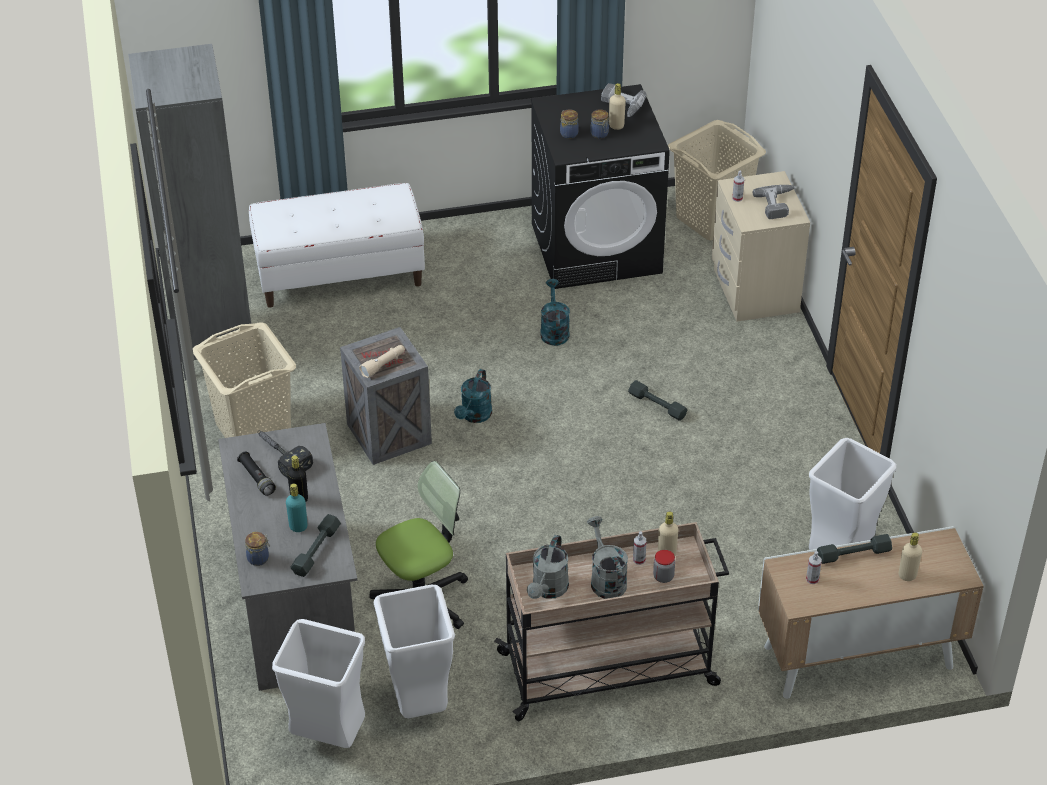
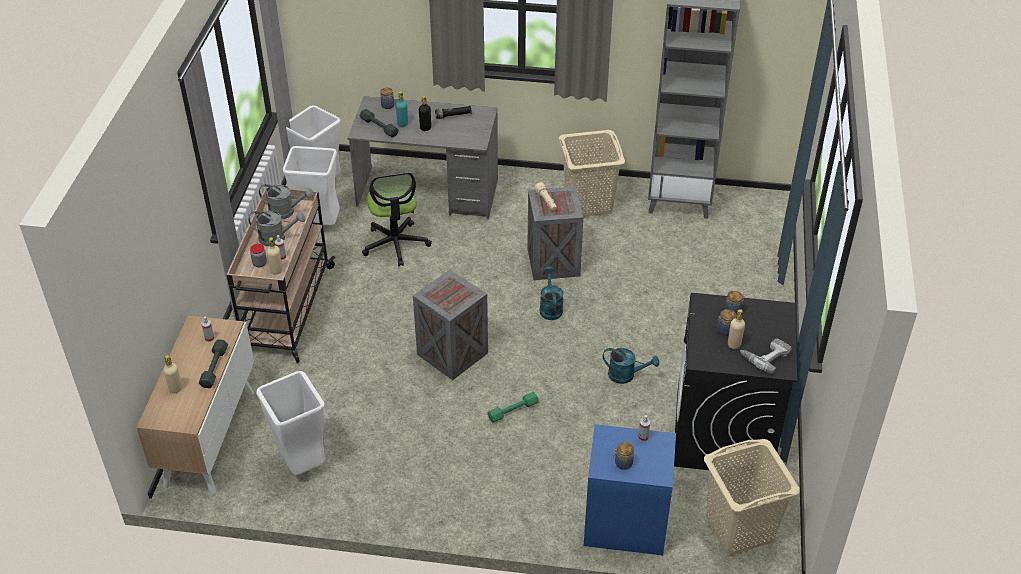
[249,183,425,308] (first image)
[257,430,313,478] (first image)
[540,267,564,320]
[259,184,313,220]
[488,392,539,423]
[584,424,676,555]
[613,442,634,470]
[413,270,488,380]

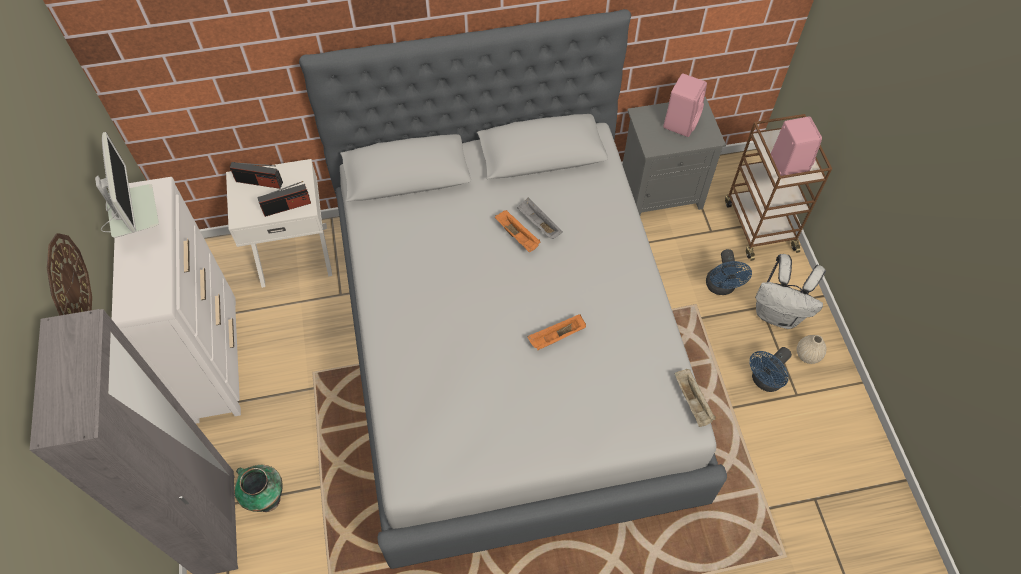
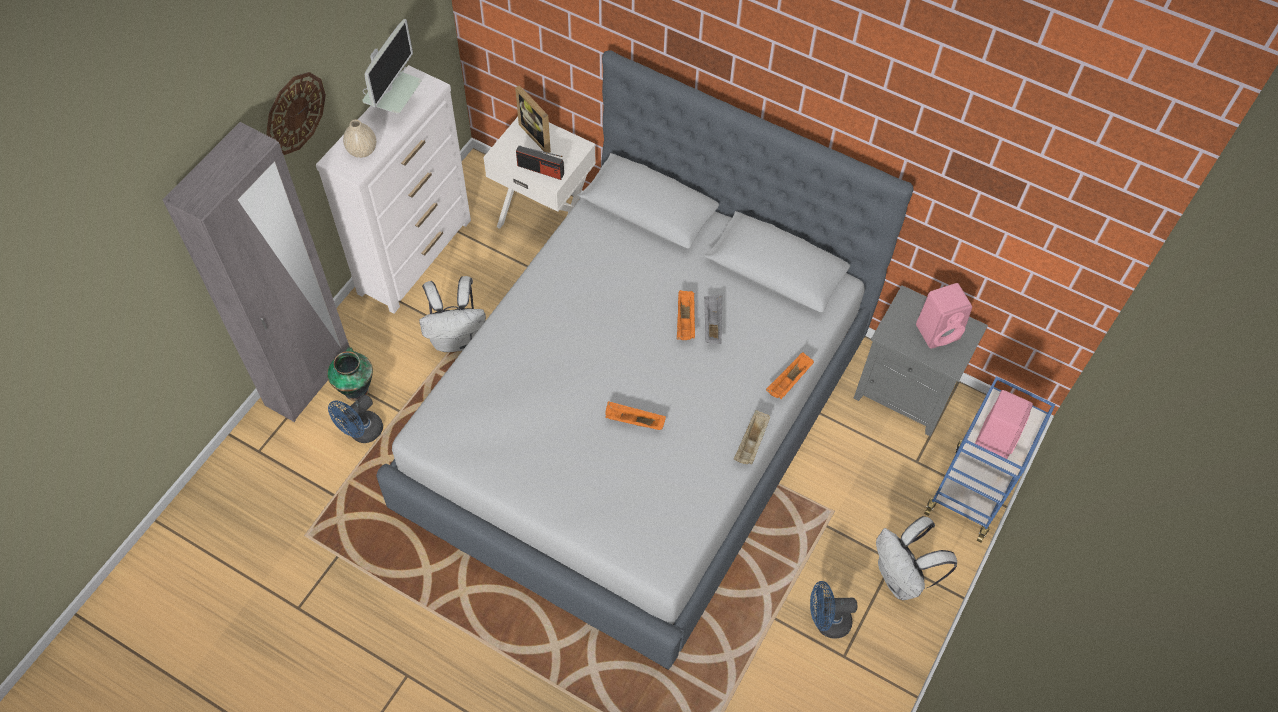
[515,85,551,153]
[734,410,770,465]
[328,394,383,443]
[924,376,1056,543]
[343,119,376,158]
[419,276,486,352]
[766,352,814,399]

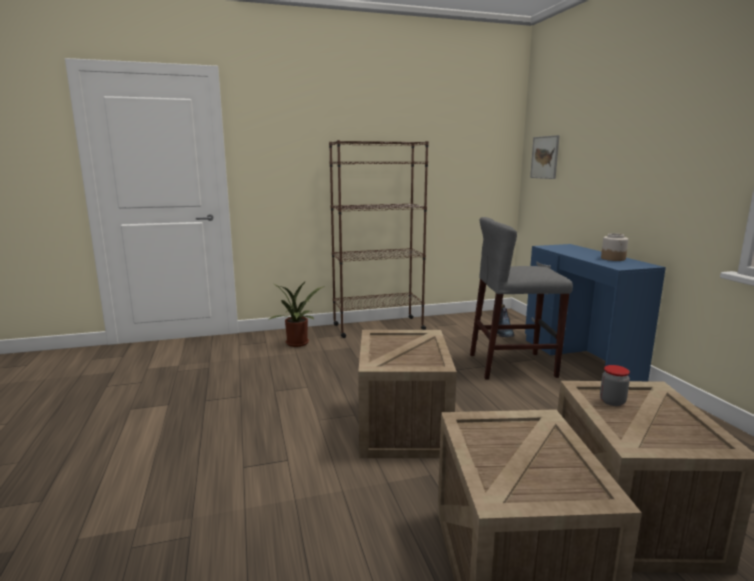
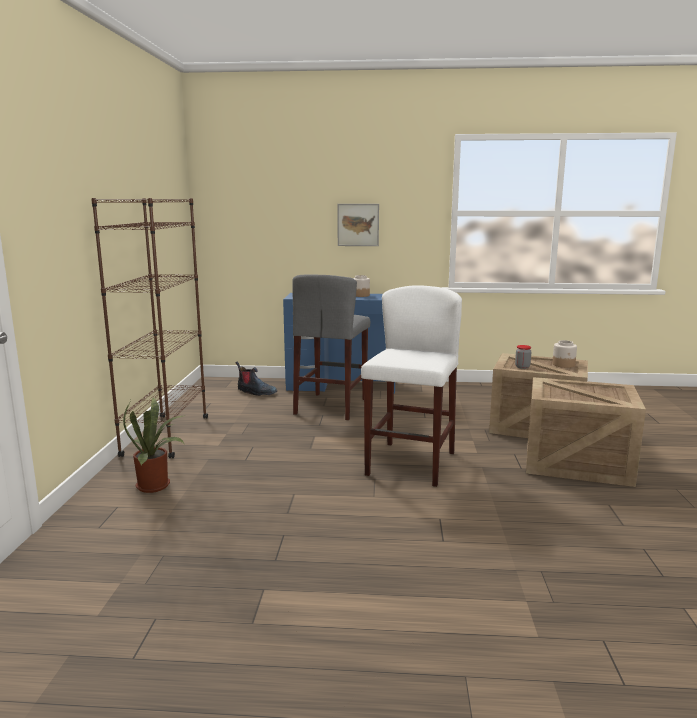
[361,285,462,487]
[337,204,379,246]
[552,340,577,368]

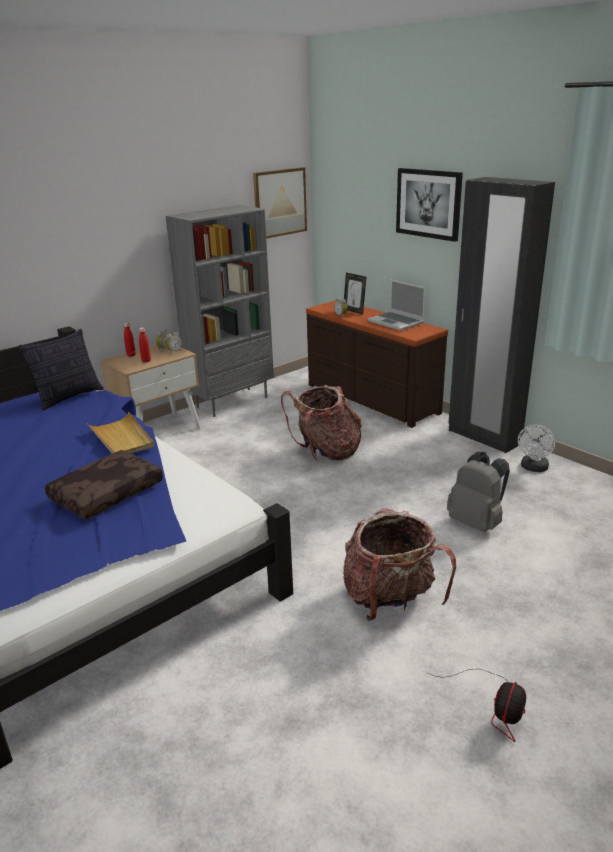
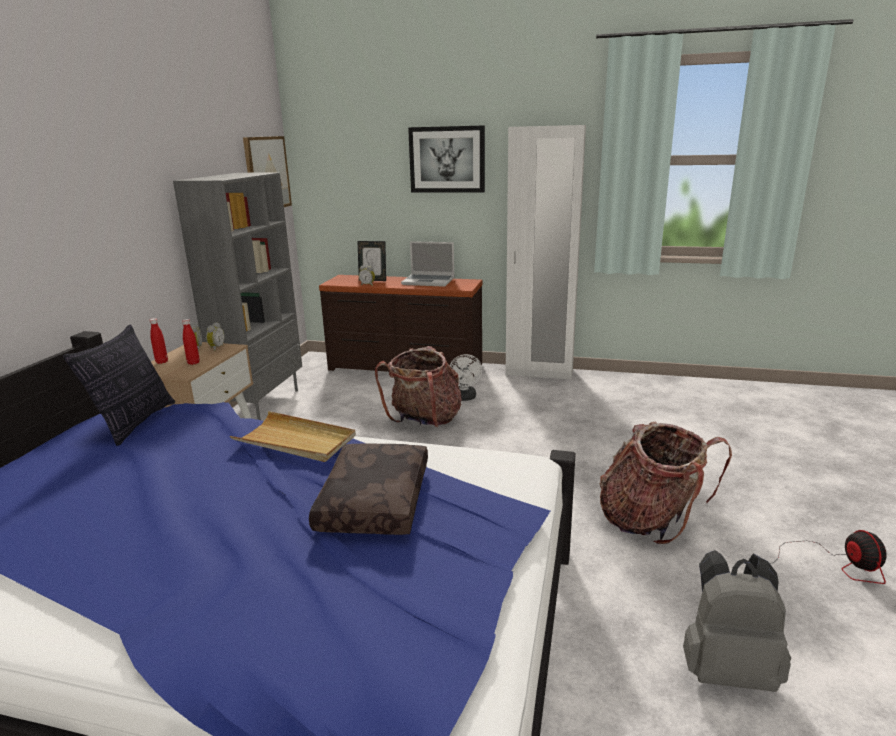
[683,550,792,692]
[506,125,586,380]
[449,354,482,401]

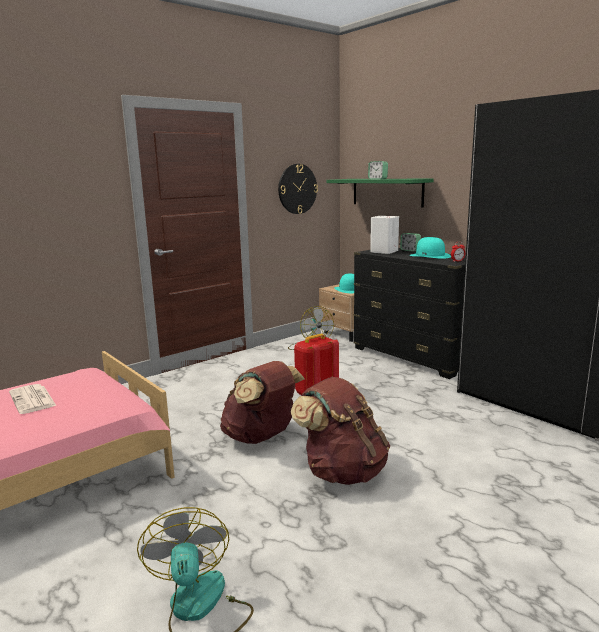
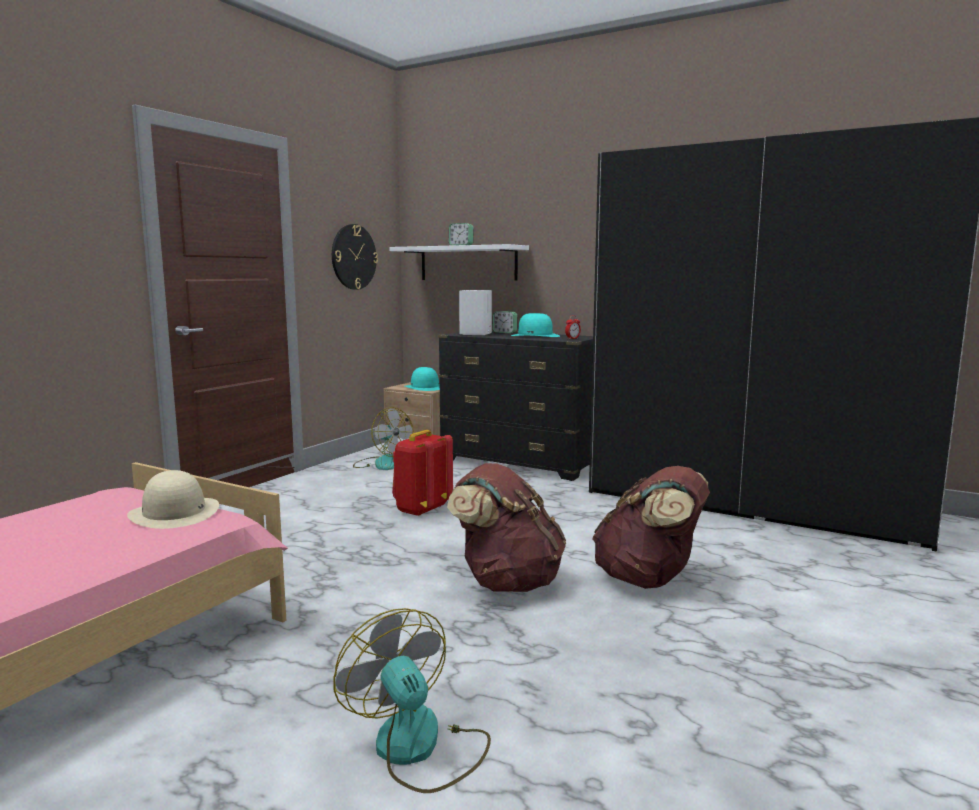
[9,384,57,414] (first image)
[592,466,710,589]
[389,244,529,281]
[127,470,219,529]

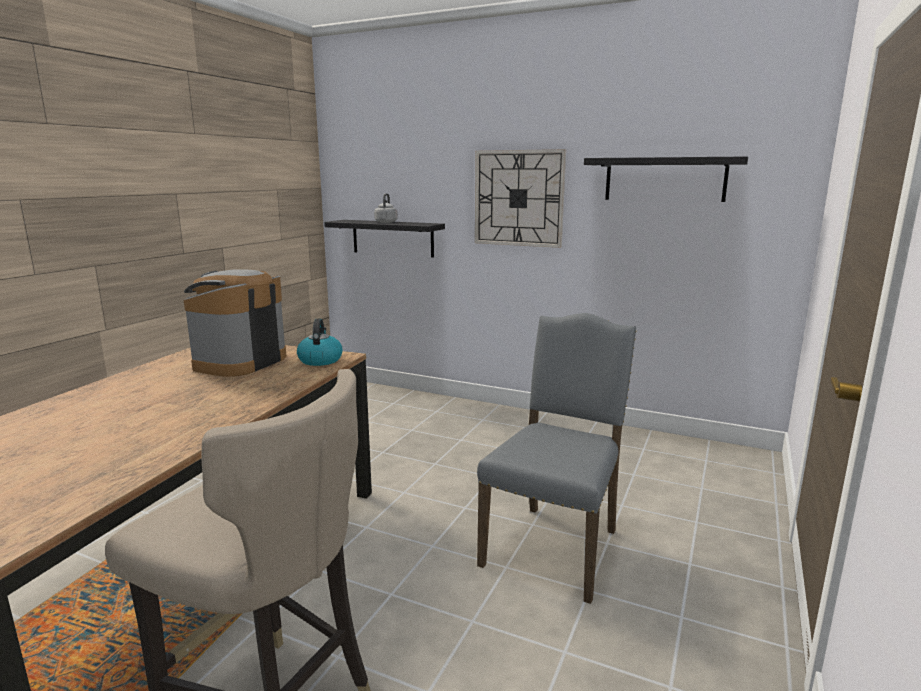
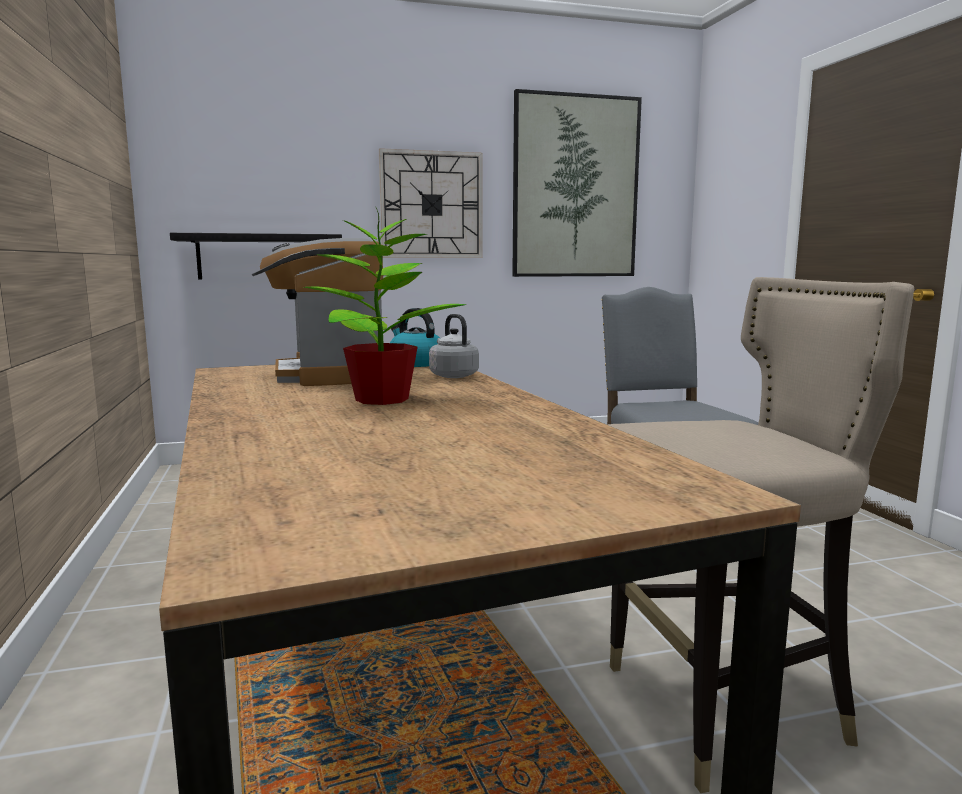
[429,314,479,378]
[512,89,642,277]
[304,206,467,405]

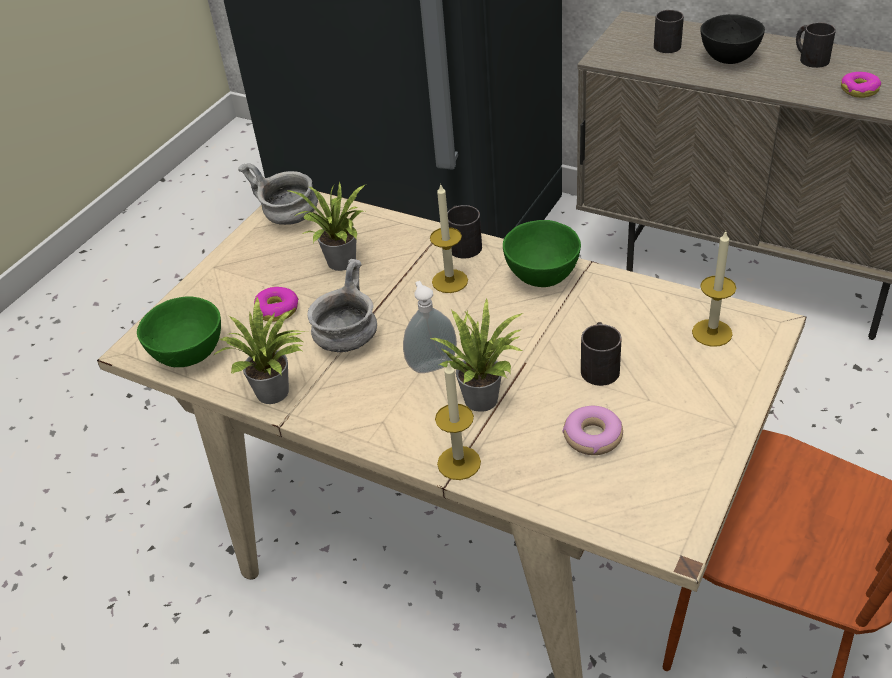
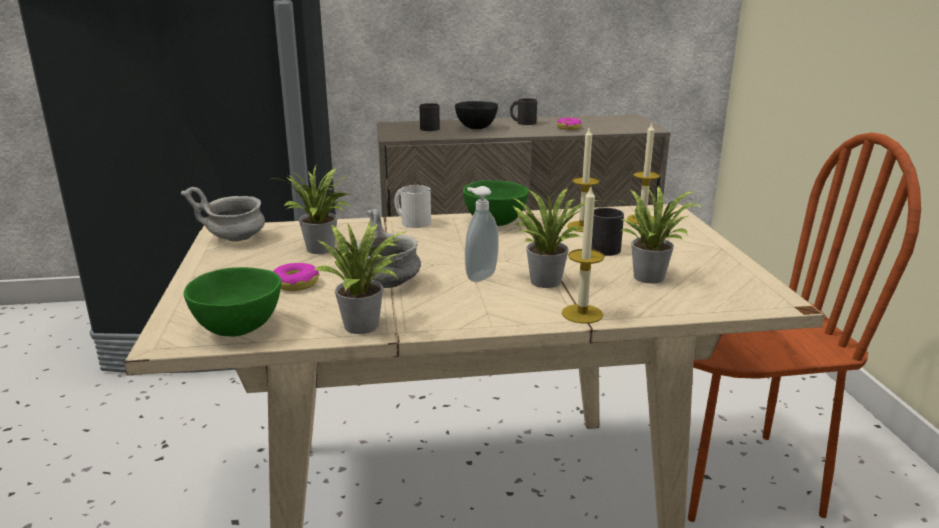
[567,126,600,232]
[394,185,431,228]
[619,185,704,283]

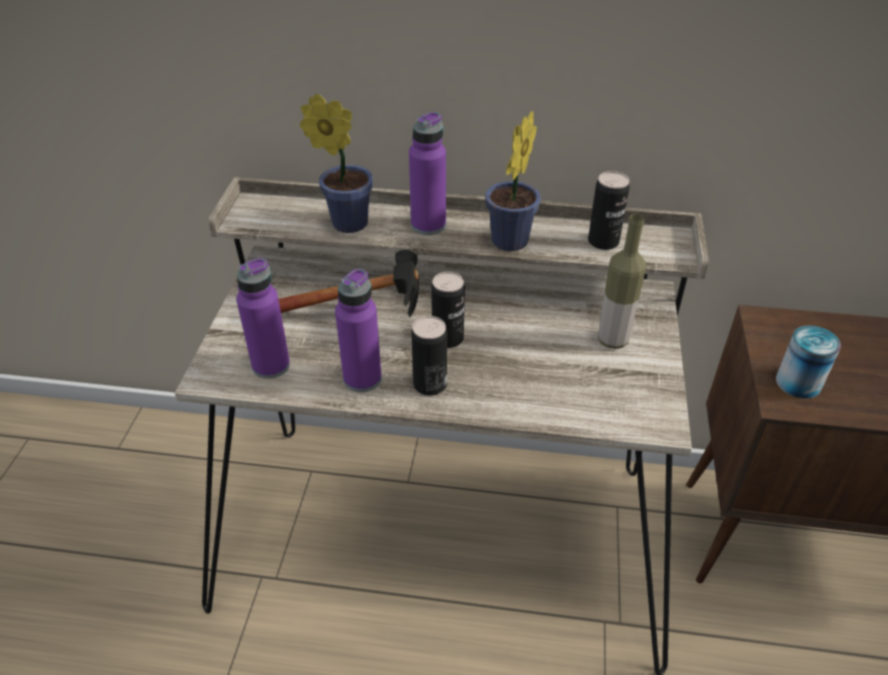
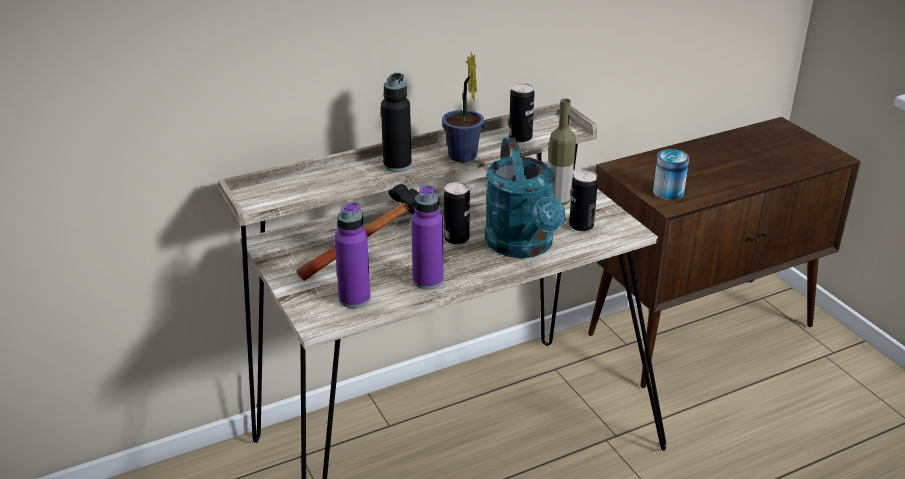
[300,94,373,233] (first image)
[381,73,412,172]
[569,170,598,231]
[485,137,565,258]

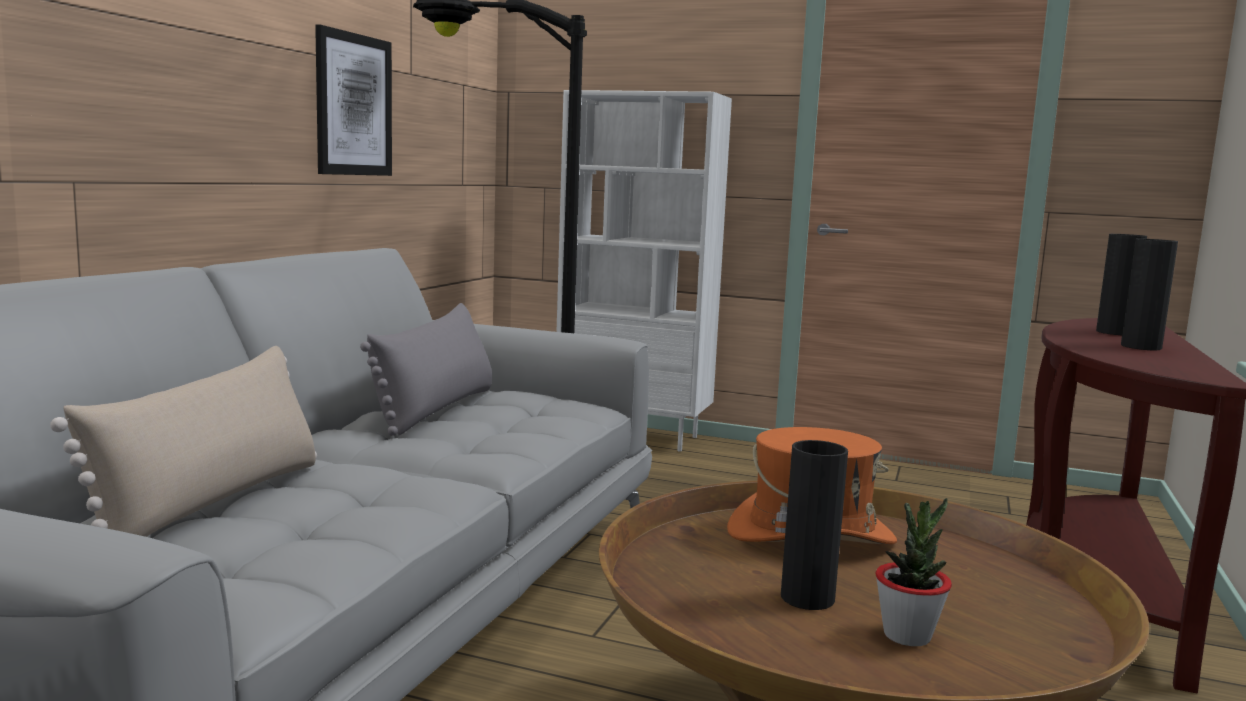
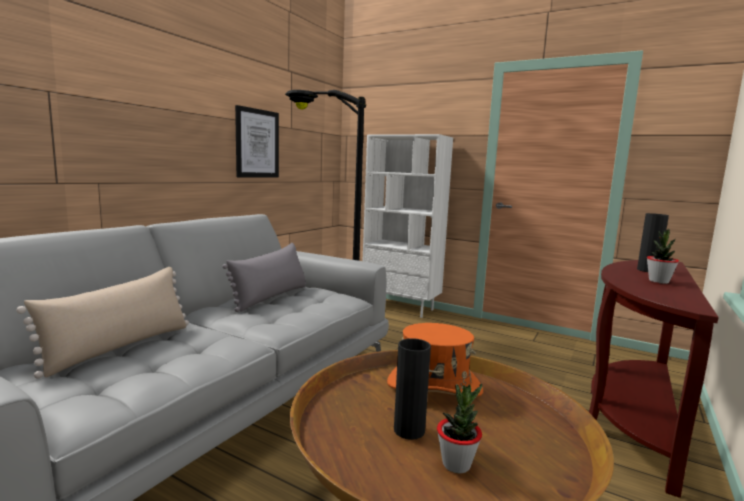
[647,229,679,284]

